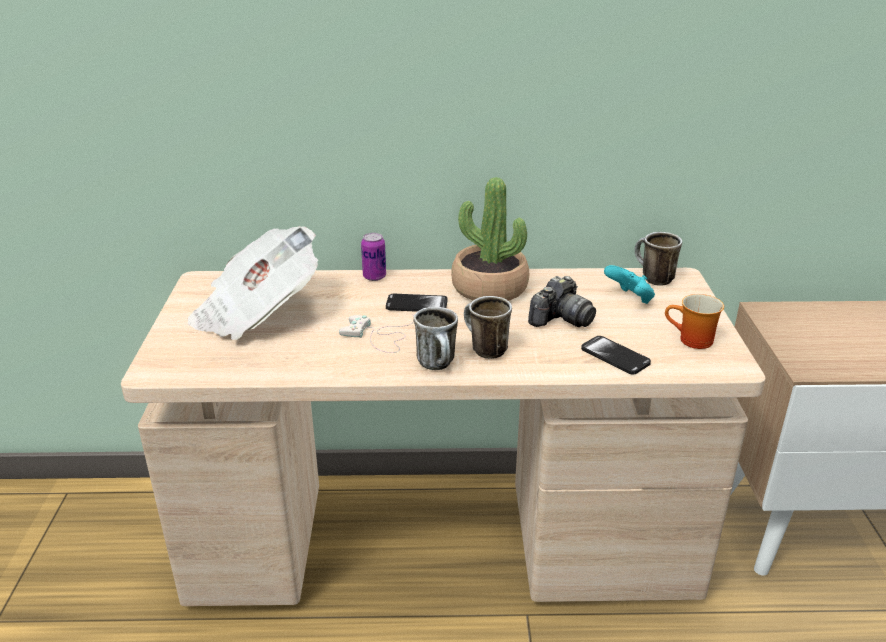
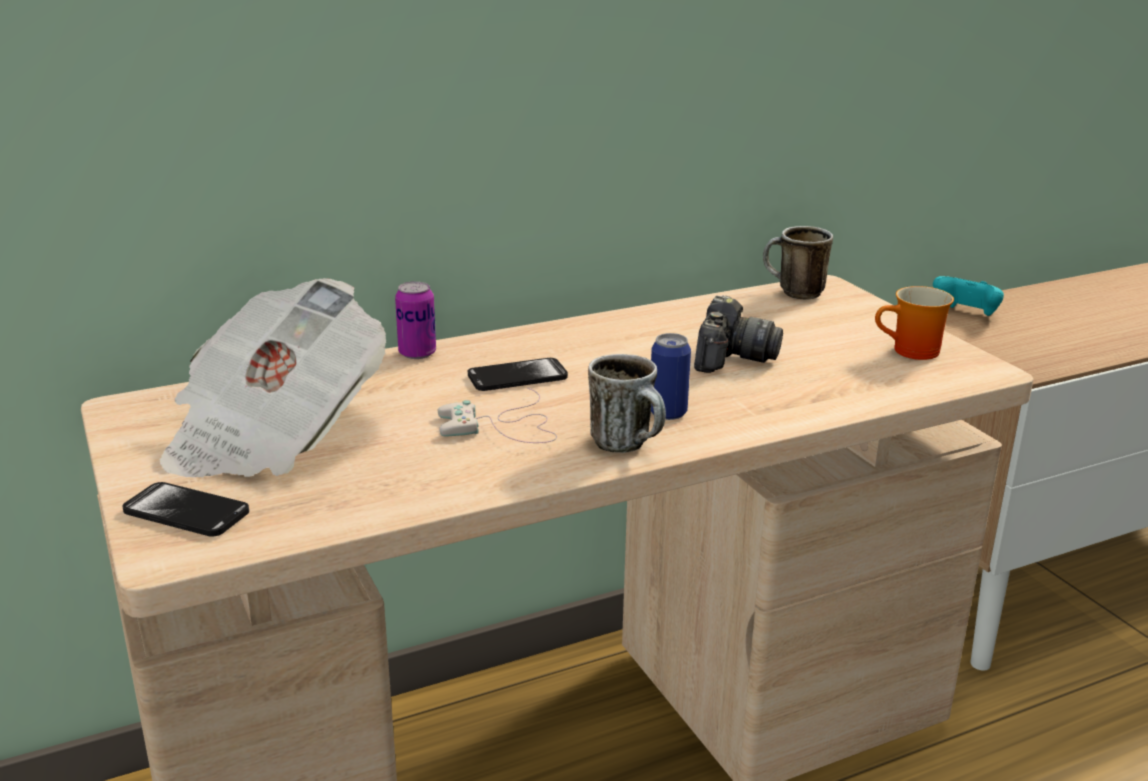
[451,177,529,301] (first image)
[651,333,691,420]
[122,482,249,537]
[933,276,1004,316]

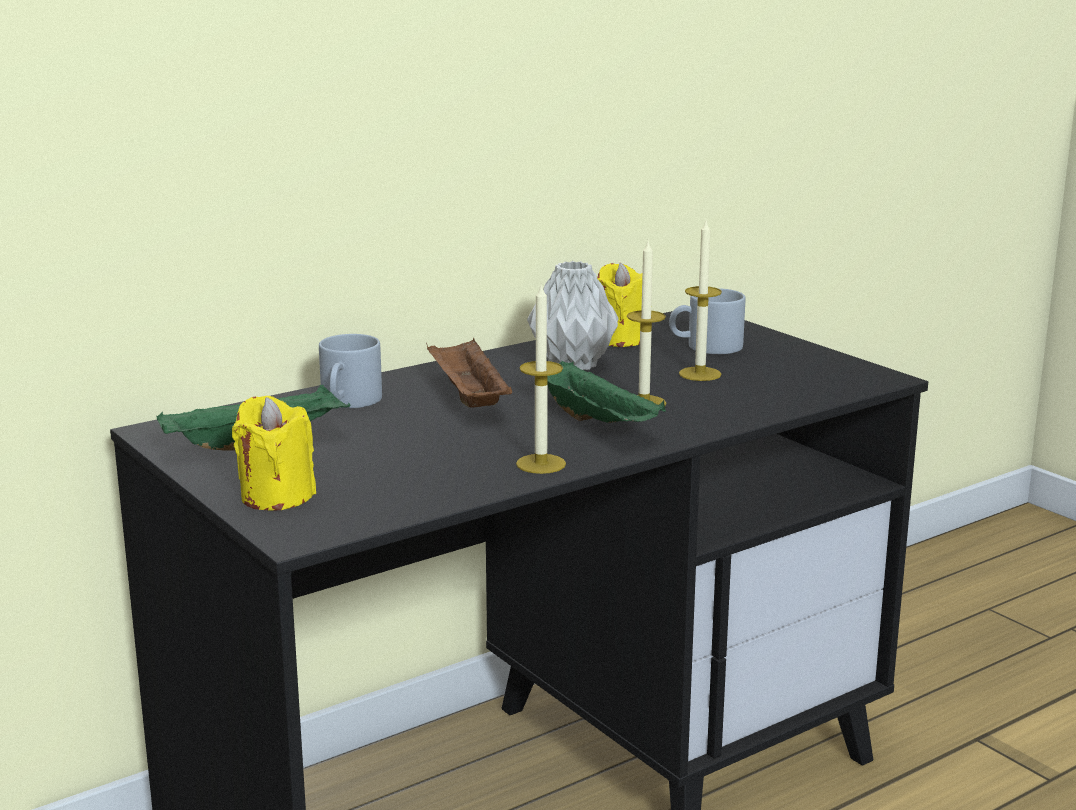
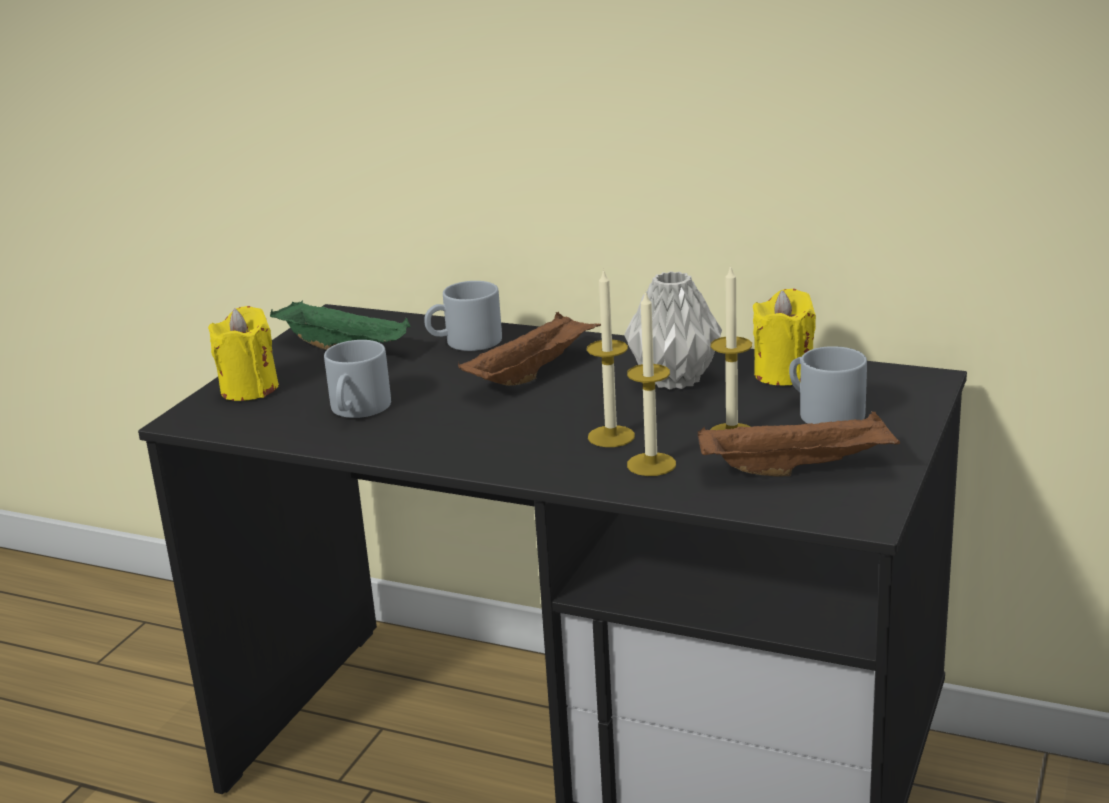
[627,290,676,476]
[548,361,666,423] (first image)
[324,340,391,418]
[698,411,900,476]

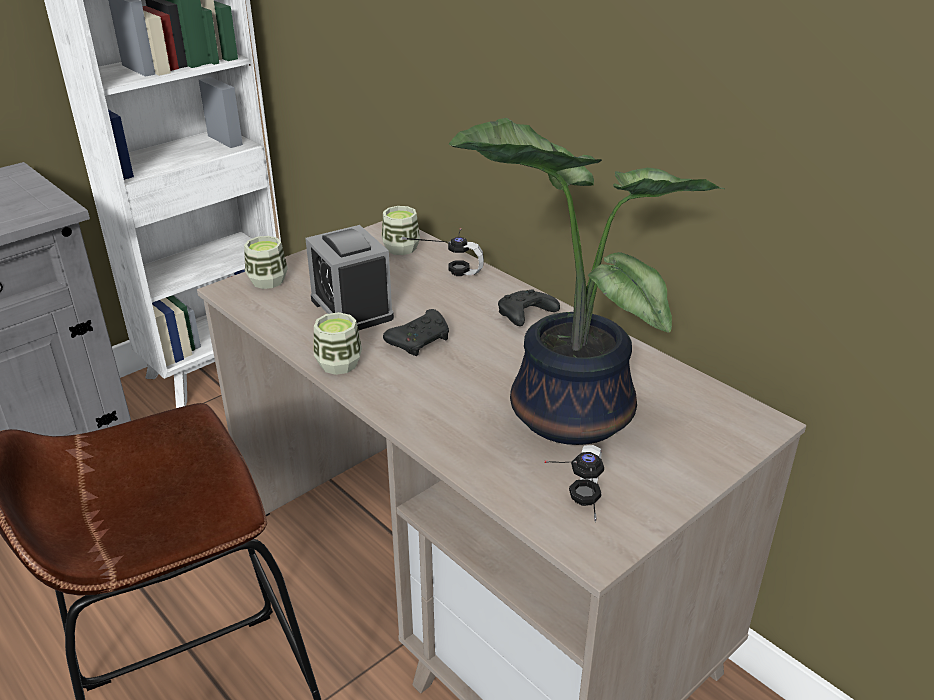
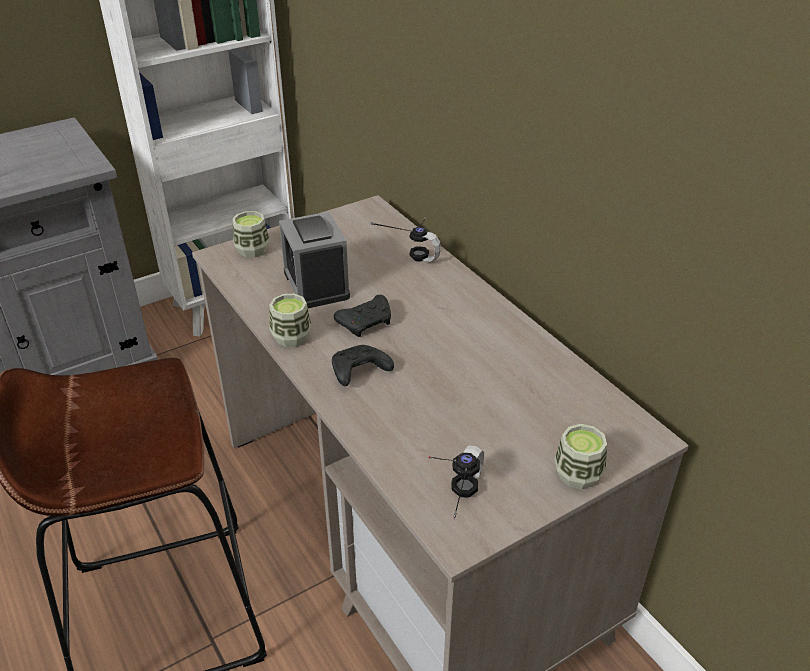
[555,424,607,489]
[448,118,725,445] (first image)
[332,345,394,386]

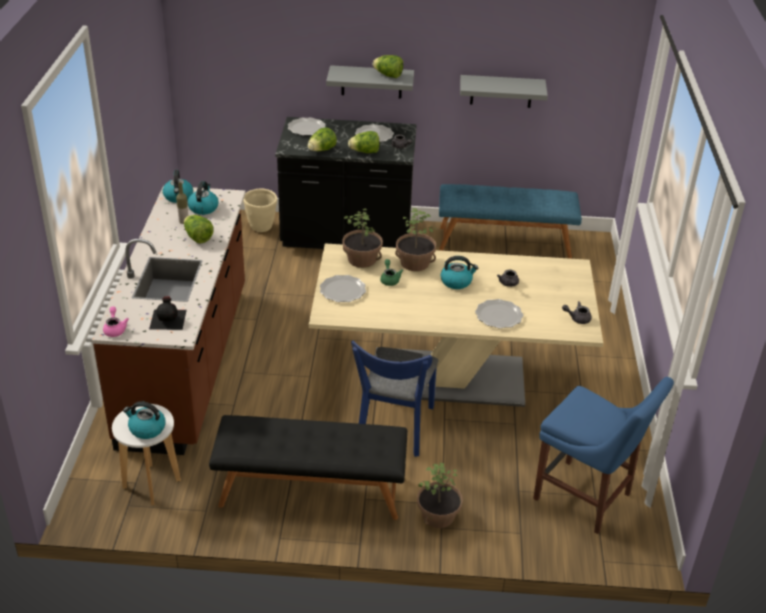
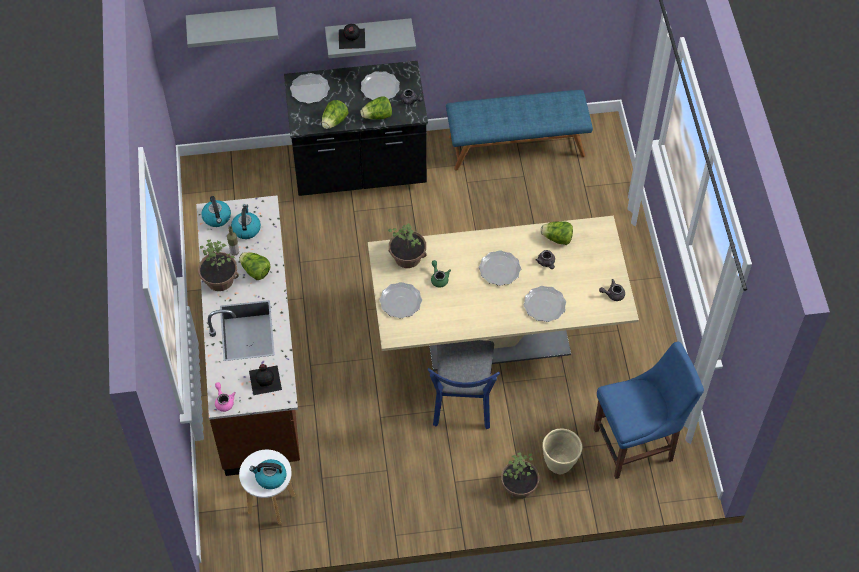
[209,415,408,520] (first image)
[542,429,583,474]
[540,221,573,245]
[198,240,239,291]
[479,250,521,286]
[186,7,278,48]
[594,342,704,479]
[339,24,365,49]

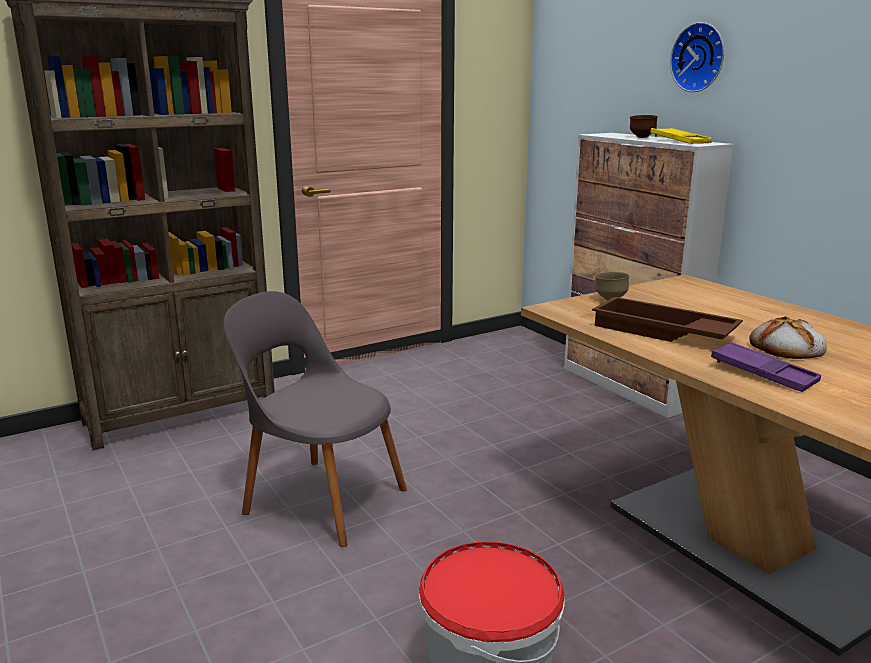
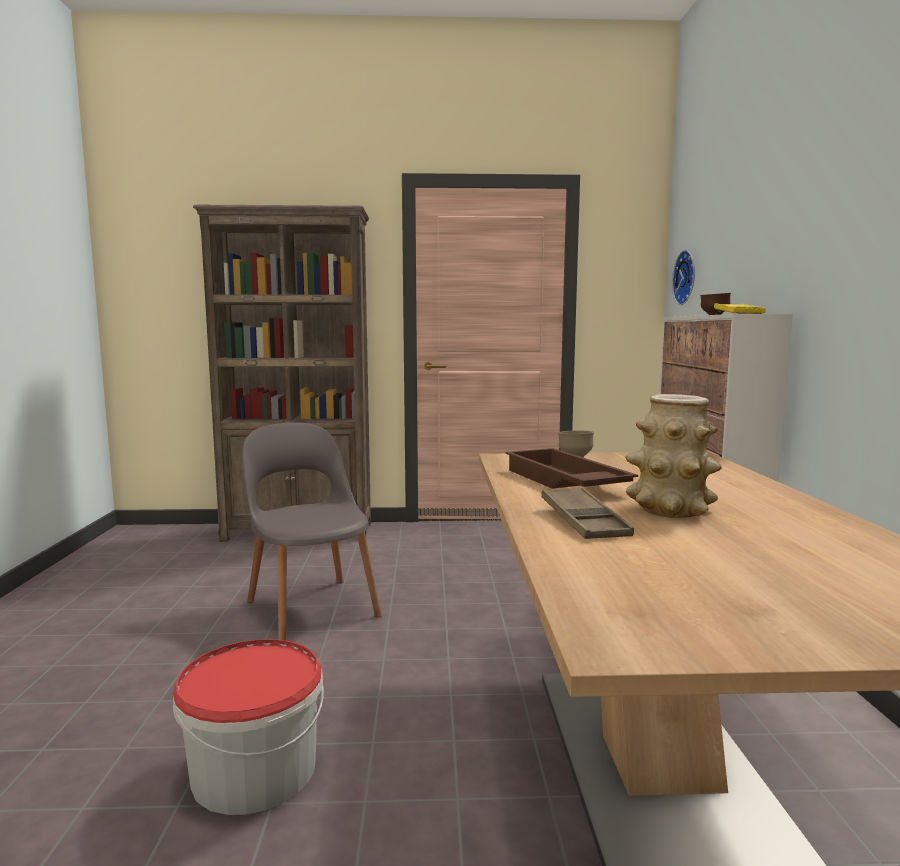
[672,250,695,305]
[541,488,634,539]
[625,394,722,518]

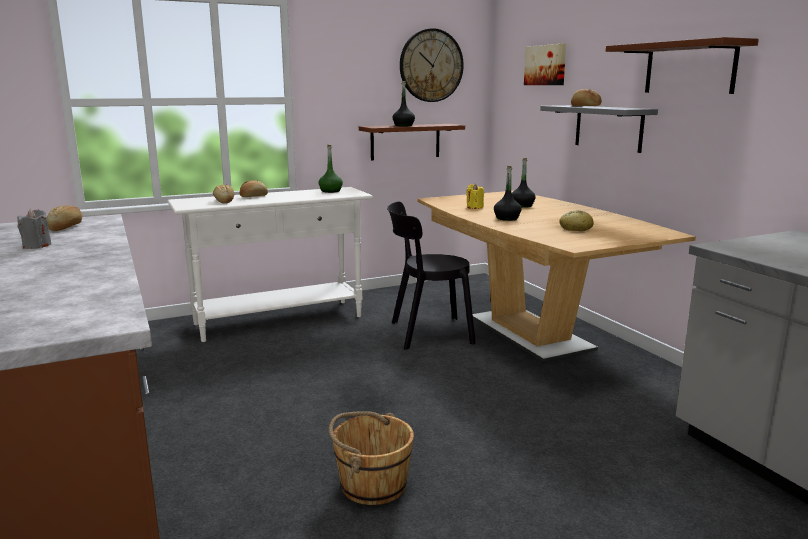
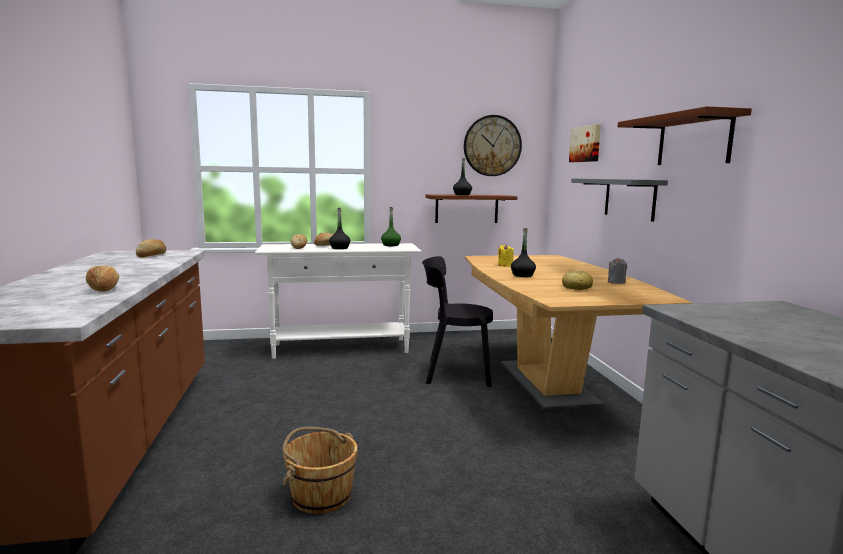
[608,258,627,284]
[329,208,351,249]
[86,266,119,292]

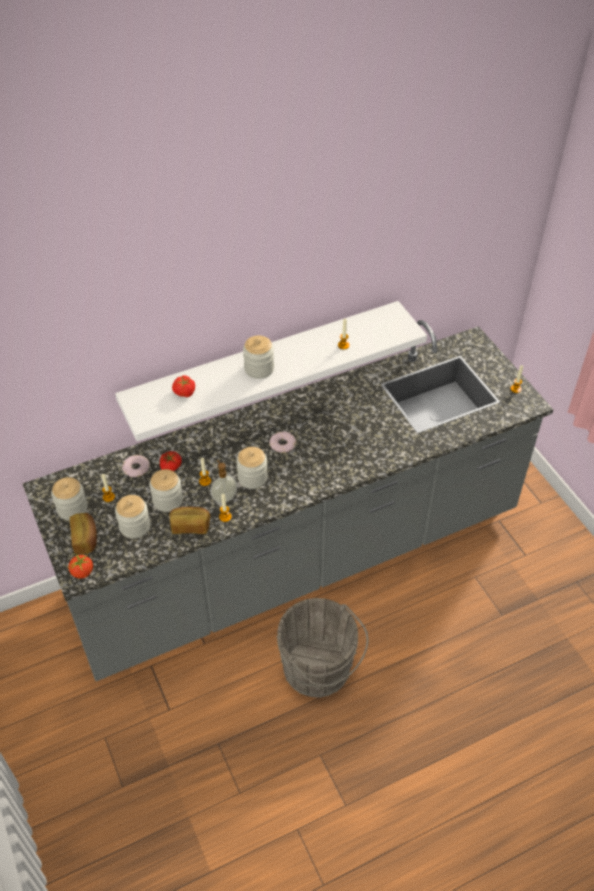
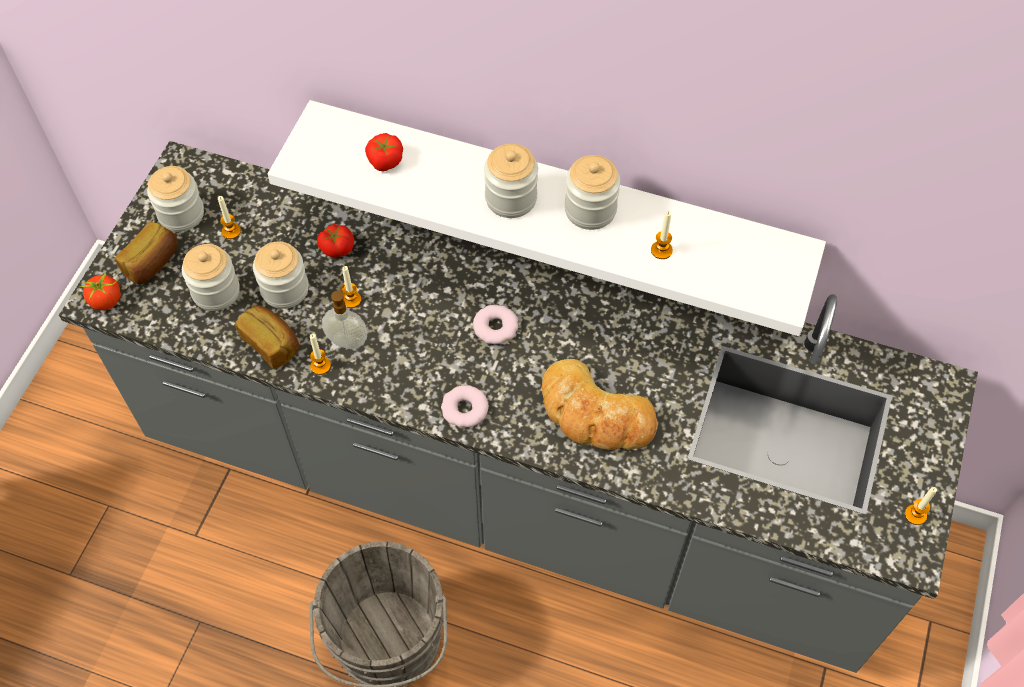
[441,385,489,427]
[564,155,620,230]
[542,359,658,450]

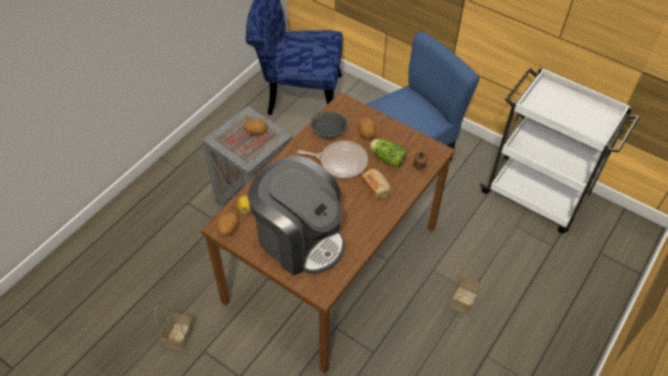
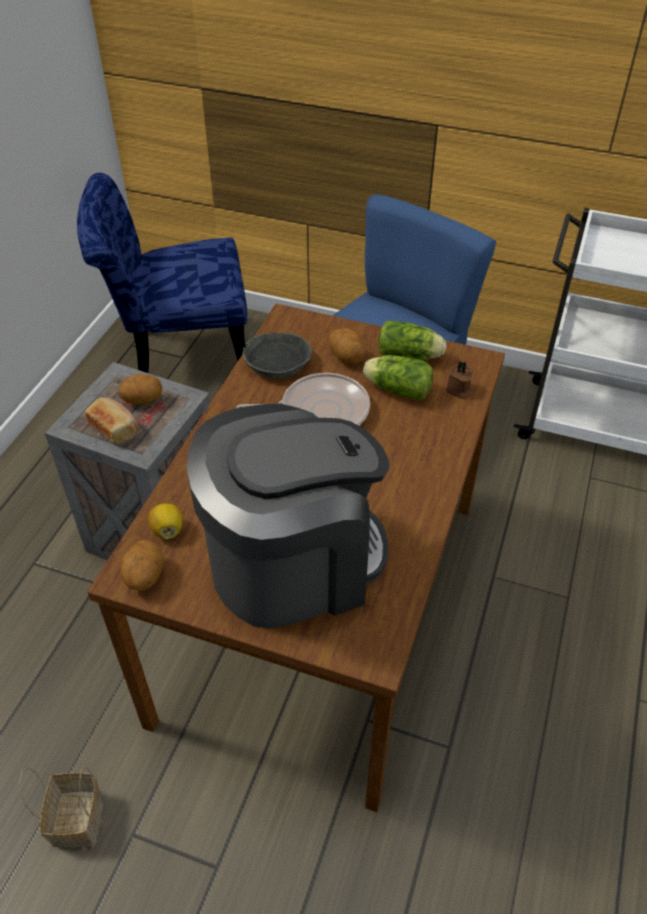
[187,403,389,628]
[85,397,138,444]
[450,266,485,314] (first image)
[378,320,446,360]

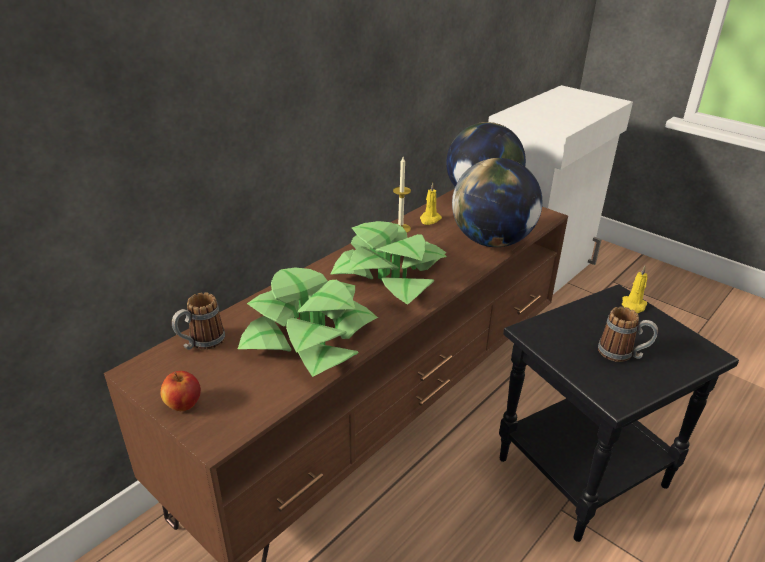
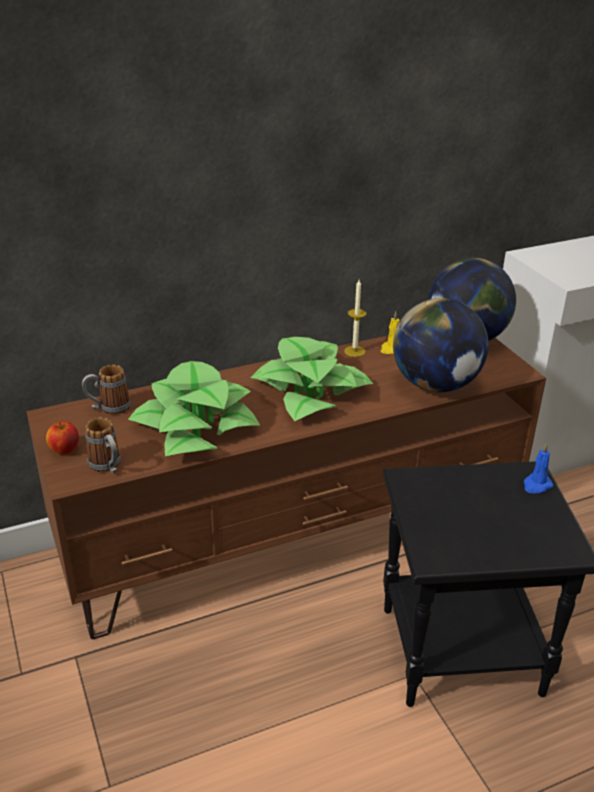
[85,417,121,473]
[524,443,553,493]

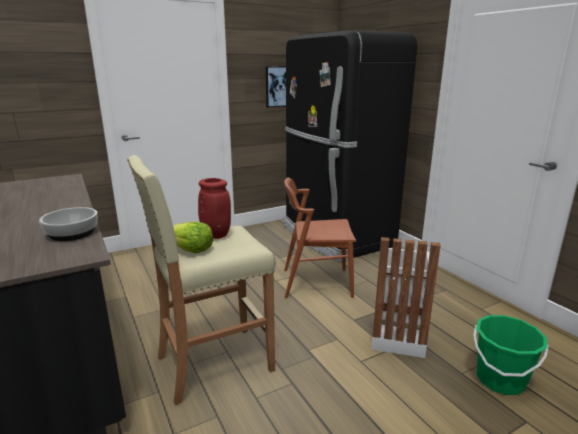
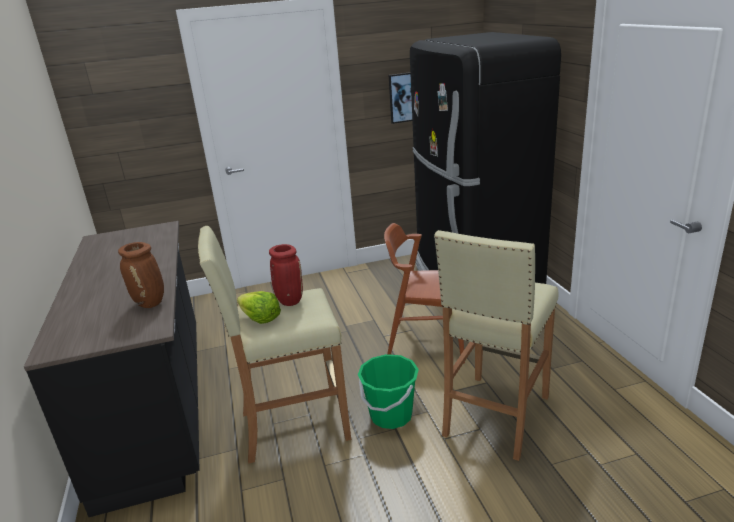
[118,242,164,308]
[434,230,559,461]
[358,354,419,429]

